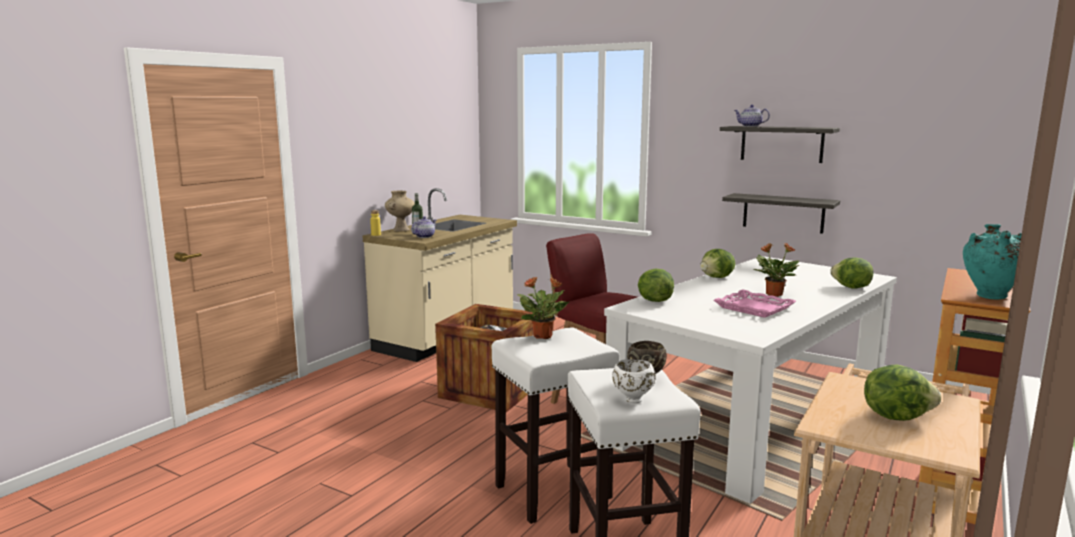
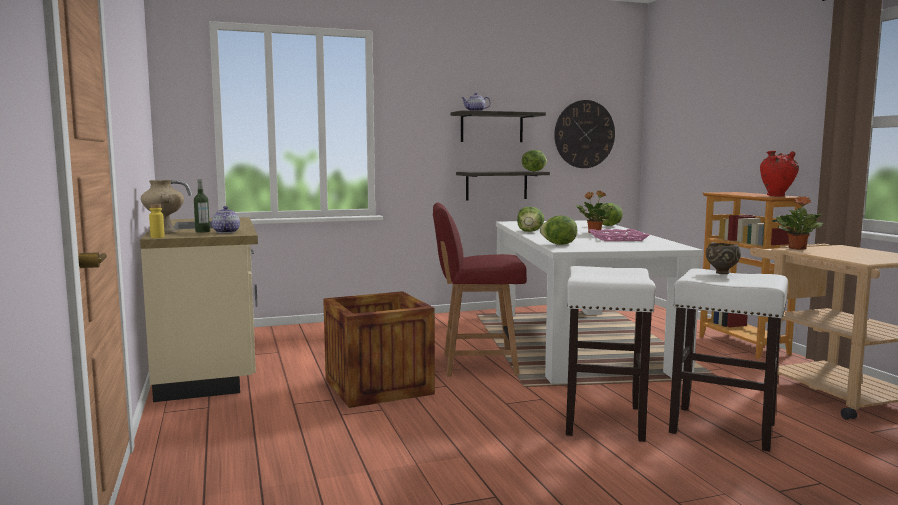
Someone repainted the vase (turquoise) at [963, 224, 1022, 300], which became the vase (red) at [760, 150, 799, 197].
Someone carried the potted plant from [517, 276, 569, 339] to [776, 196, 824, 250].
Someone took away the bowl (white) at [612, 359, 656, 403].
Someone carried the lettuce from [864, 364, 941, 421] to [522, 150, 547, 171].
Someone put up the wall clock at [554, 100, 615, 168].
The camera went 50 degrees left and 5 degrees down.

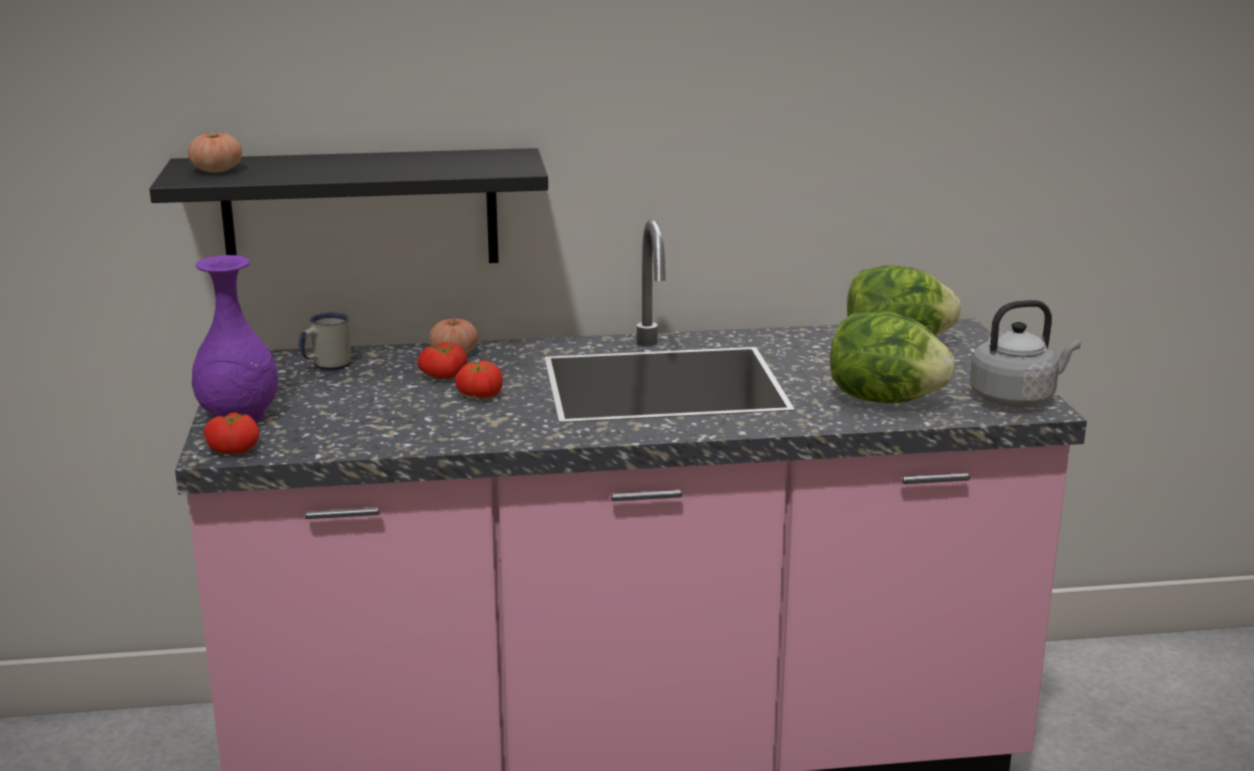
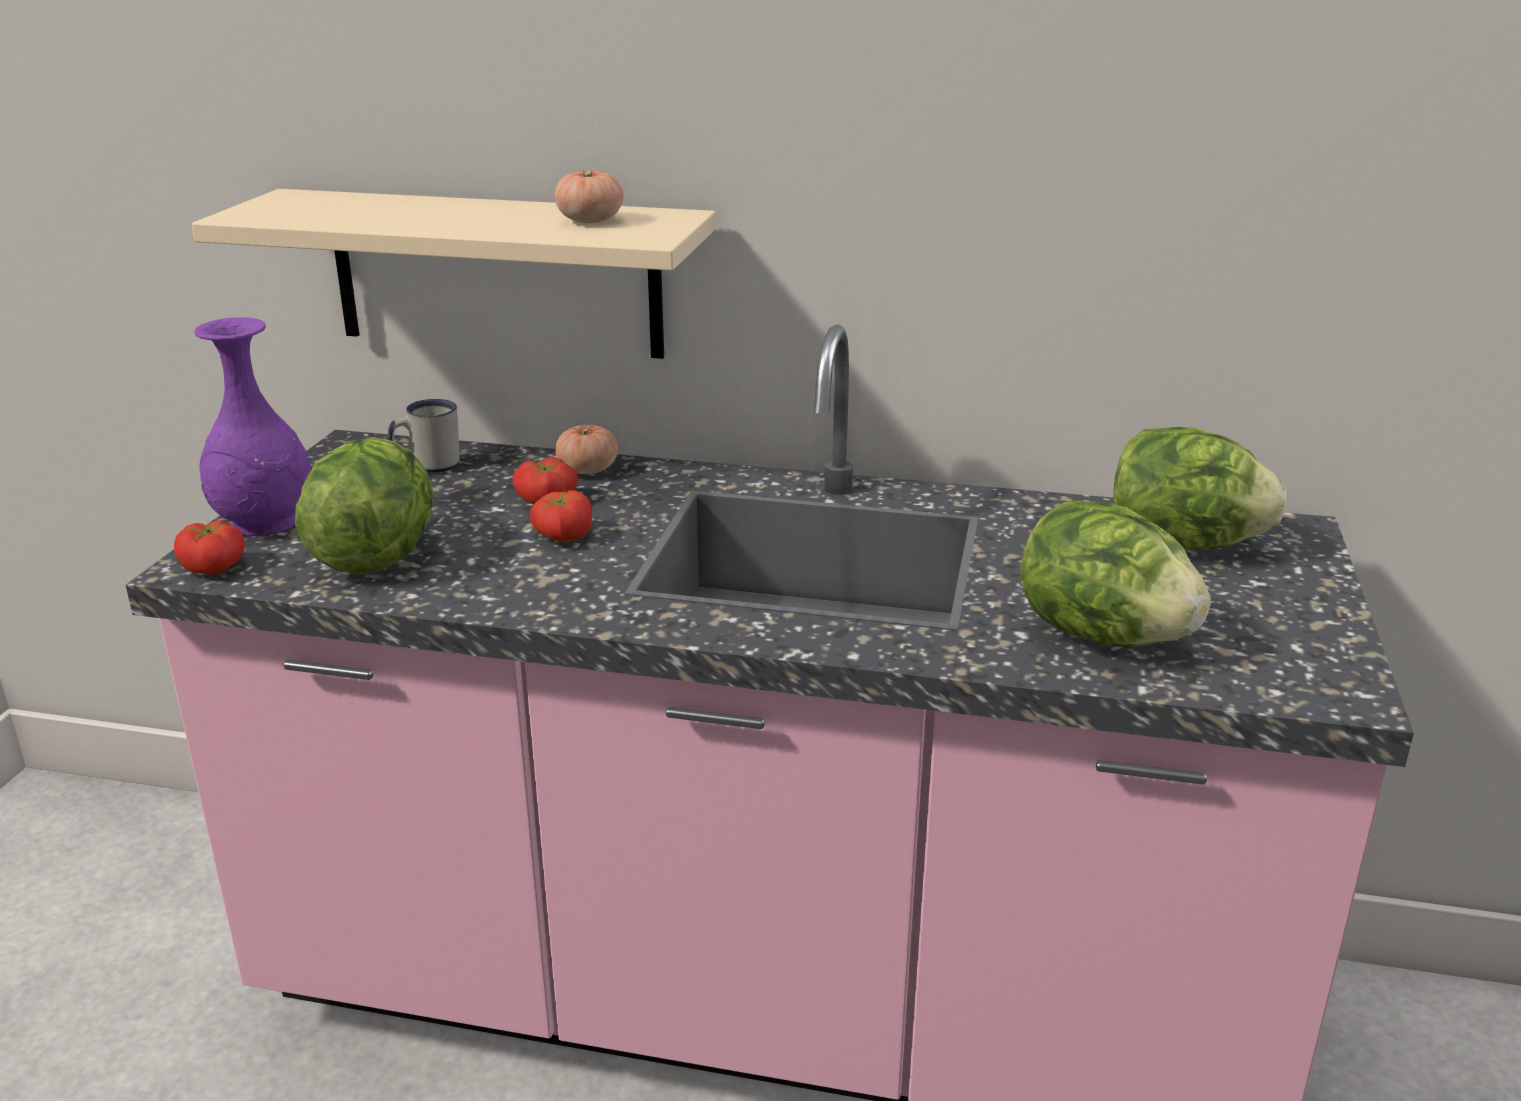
Someone carried the tomato from [188, 133, 242, 172] to [554, 169, 623, 223].
Someone repainted the shelf (black) at [149, 148, 548, 263], which became the shelf (beige) at [192, 189, 716, 359].
Someone took away the kettle (grey) at [970, 300, 1081, 407].
Someone put down the lettuce at [295, 437, 433, 575].
The camera went 20 degrees right and 5 degrees up.

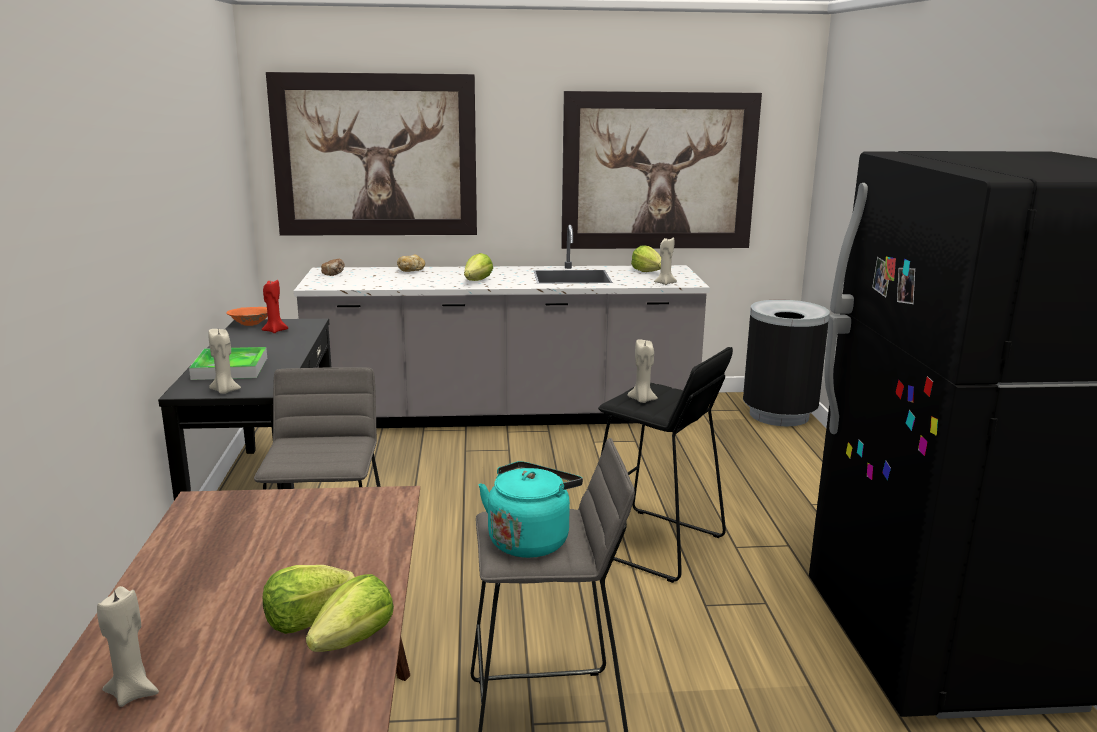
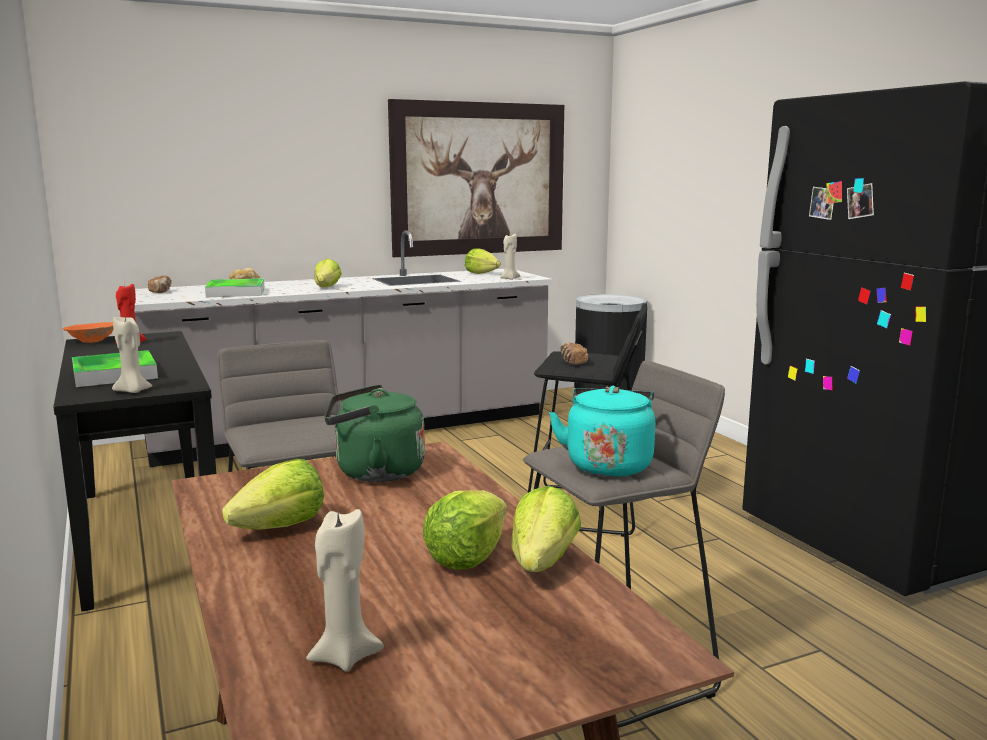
Someone took away the picture at [266, 72, 477, 236].
Someone swapped the candle (beige) at [627, 339, 658, 403] for the bread at [561, 343, 588, 365].
Someone put down the tray at [205, 278, 265, 297].
Someone put down the kettle (green) at [324, 384, 425, 482].
Someone put down the lettuce at [222, 459, 324, 530].
The camera went 20 degrees left and 5 degrees down.

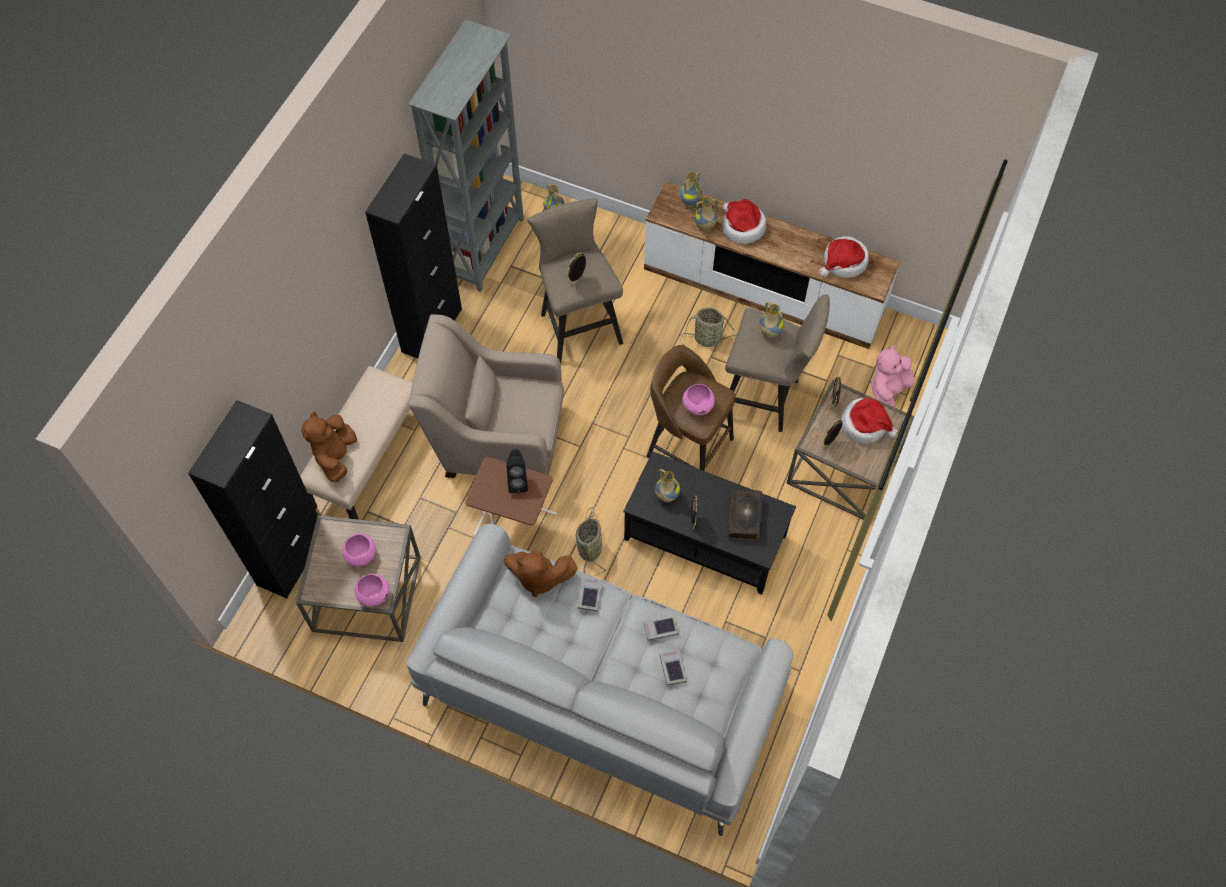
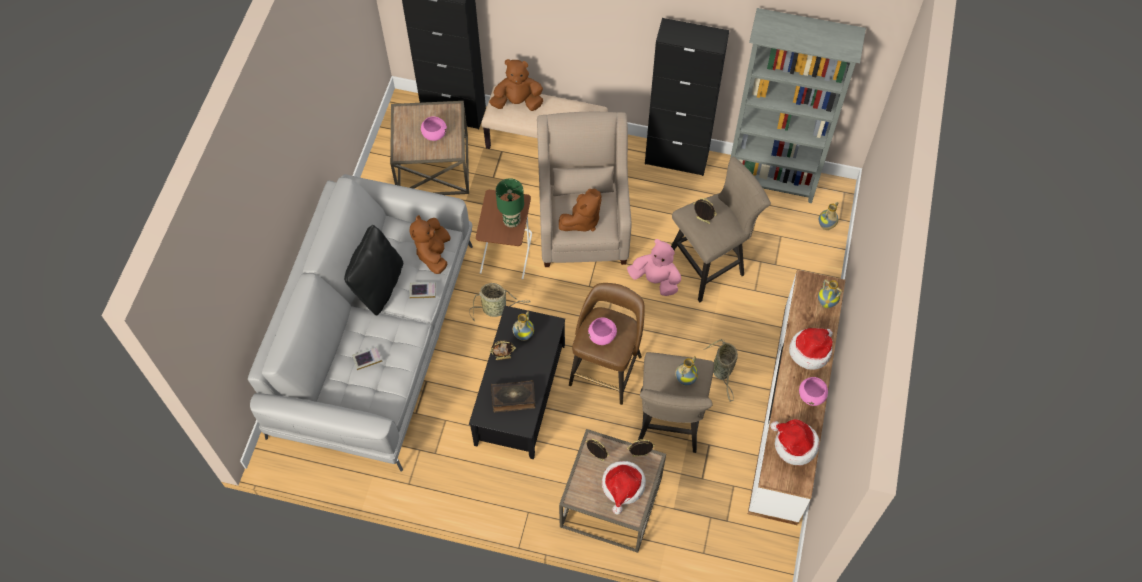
Someone took away the vase at [694, 197, 718, 232].
Someone carried the plush toy (pink) from [871, 345, 914, 407] to [627, 239, 681, 296].
Someone swapped the speaker (black) at [506, 449, 528, 494] for the table lamp (green) at [496, 178, 524, 227].
Someone carried the bowl (pink) from [355, 574, 390, 607] to [799, 377, 828, 406].
Someone took away the book at [643, 615, 679, 641].
Someone put down the plush toy (brown) at [559, 189, 602, 232].
Someone put down the pillow (black) at [344, 225, 403, 315].
The camera went 80 degrees right and 0 degrees up.

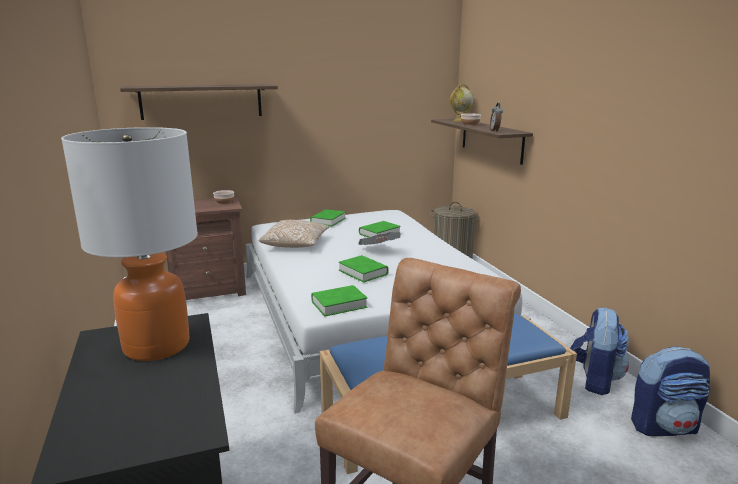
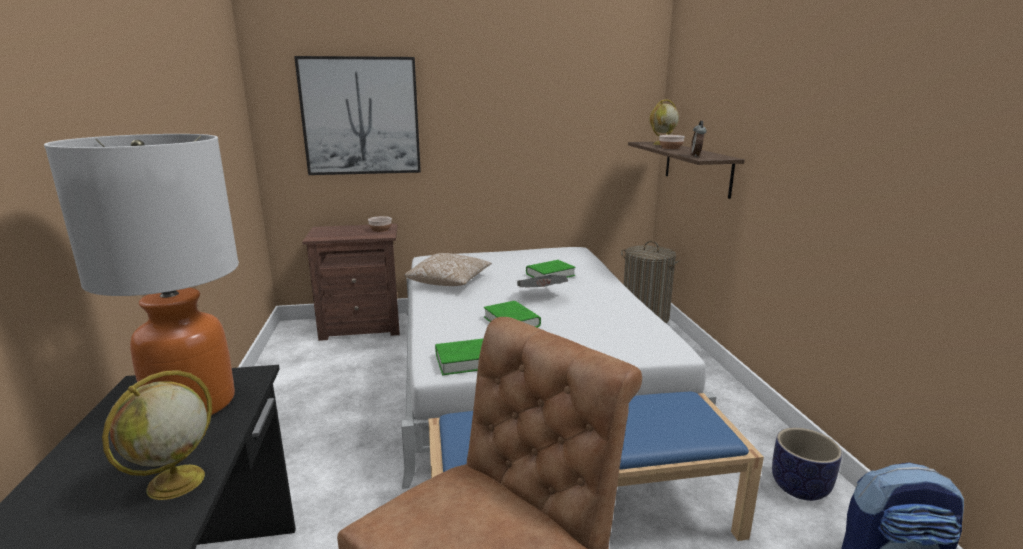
Someone swapped the shelf at [120, 84, 278, 120] for the picture at [294, 56, 421, 175].
Someone took away the book (green) at [310, 209, 346, 226].
Someone swapped the backpack at [570, 307, 629, 395] for the planter at [772, 428, 842, 501].
Someone put down the globe at [102, 370, 212, 500].
The camera went 10 degrees right and 0 degrees up.

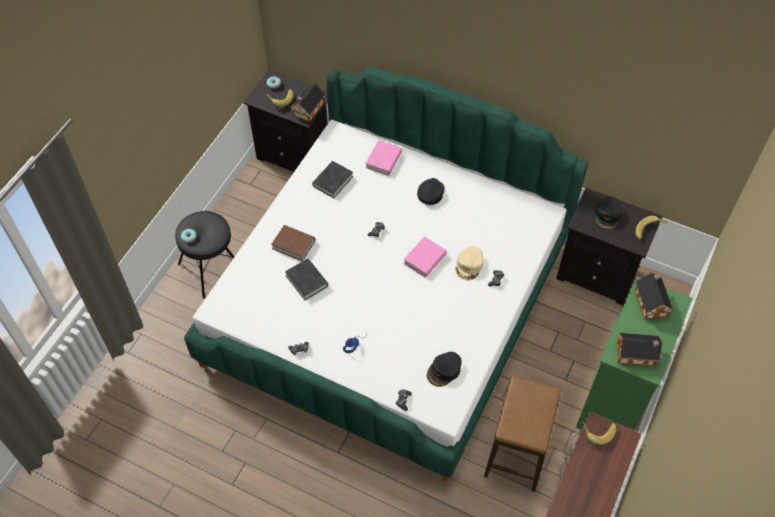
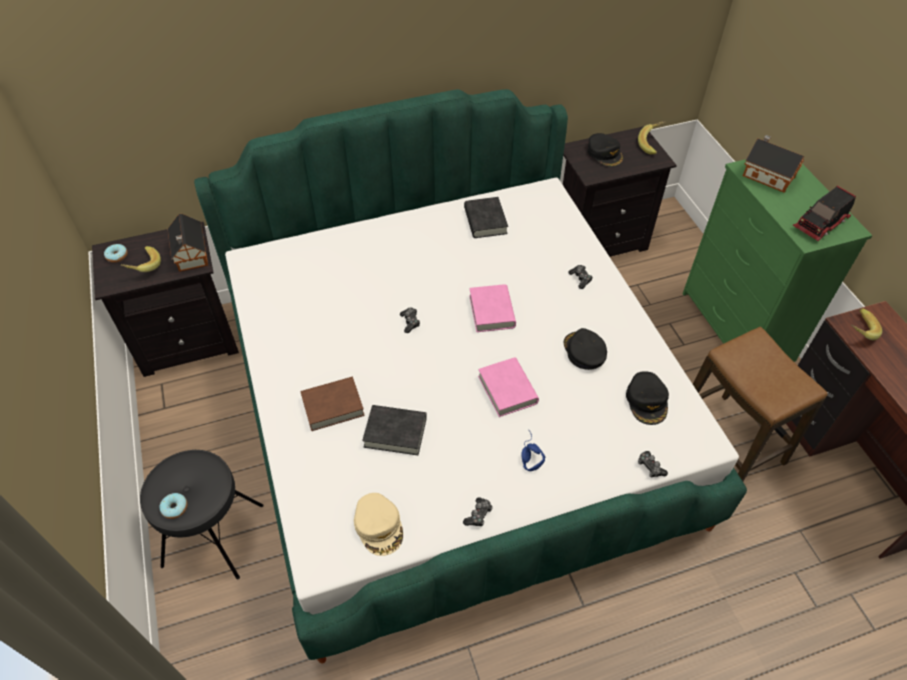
Someone carried the book (pink) from [365, 140, 402, 176] to [478, 357, 539, 417].
Someone carried the book (black) from [312, 161, 353, 198] to [464, 197, 508, 238].
Someone carried the cap (black) from [417, 178, 445, 205] to [564, 328, 607, 370].
Someone carried the cap (beige) from [455, 246, 484, 281] to [354, 493, 403, 556].
Someone swapped the toy house at [617, 333, 662, 366] for the toy truck at [793, 185, 856, 241].
The camera went 45 degrees left and 5 degrees down.

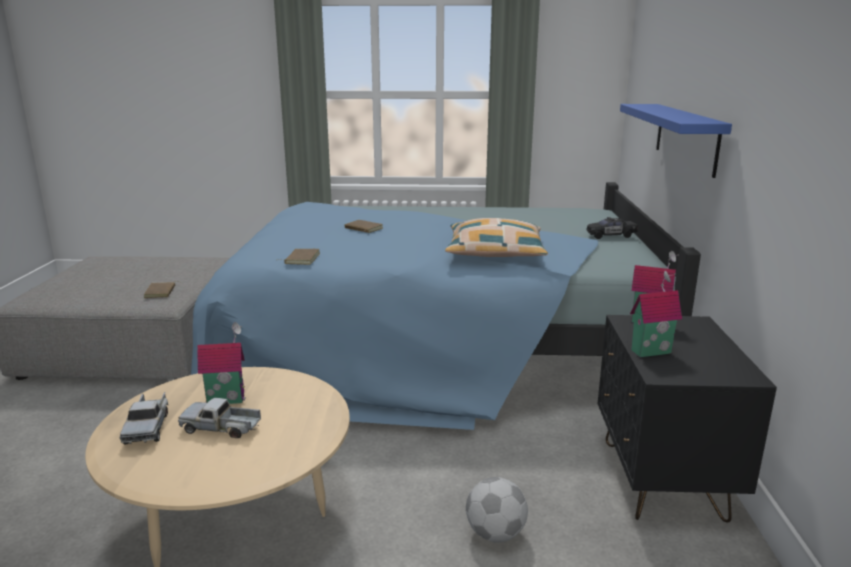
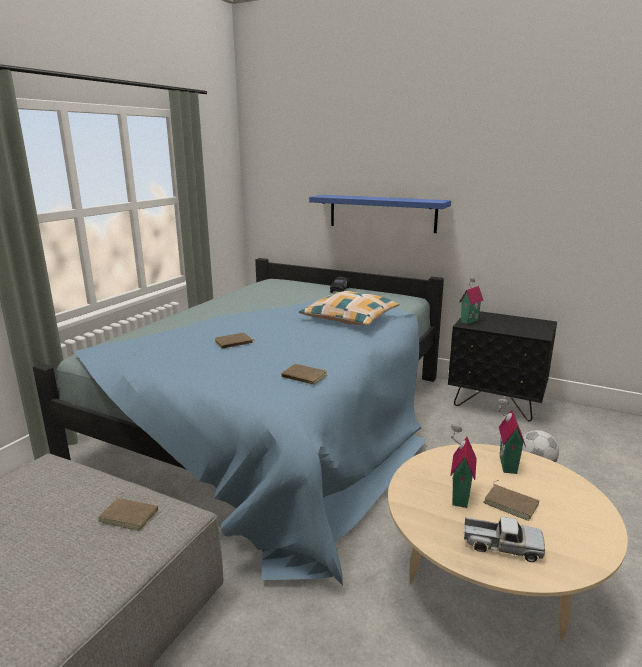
Someone carried the toy house from [630, 270, 682, 357] to [498, 398, 526, 474].
Someone swapped the toy truck at [178, 398, 261, 438] for the book (brown) at [483, 480, 539, 521].
The camera went 65 degrees left and 0 degrees up.

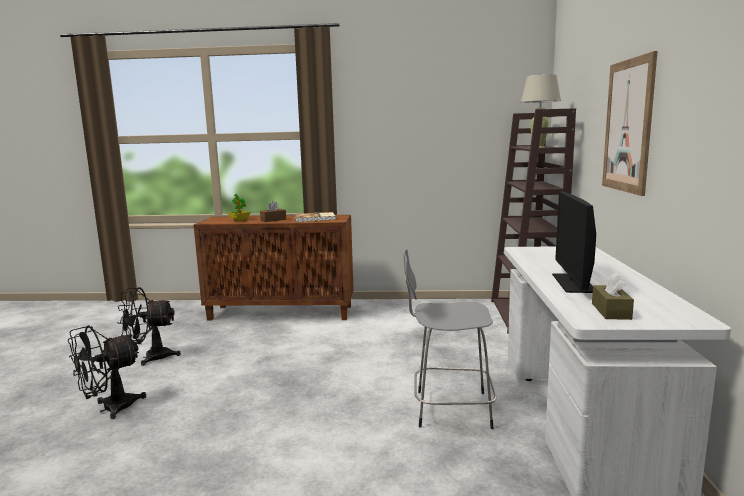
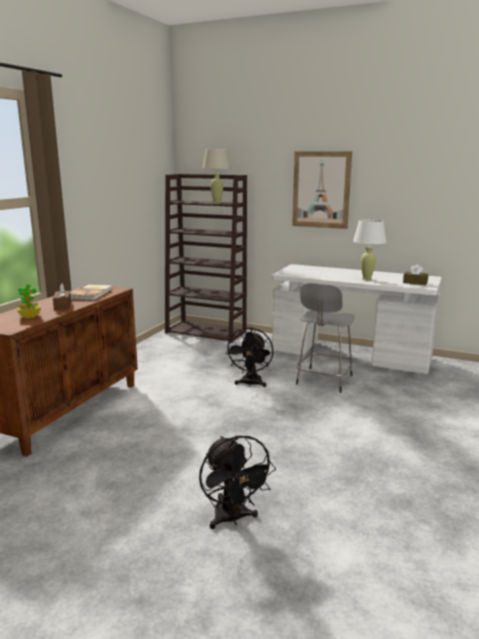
Someone swapped the monitor at [552, 192, 596, 293] for the table lamp (white) at [353, 219, 387, 280].
Someone carried the fan (black) from [118, 287, 181, 366] to [226, 327, 273, 387].
The camera went 70 degrees left and 5 degrees up.

